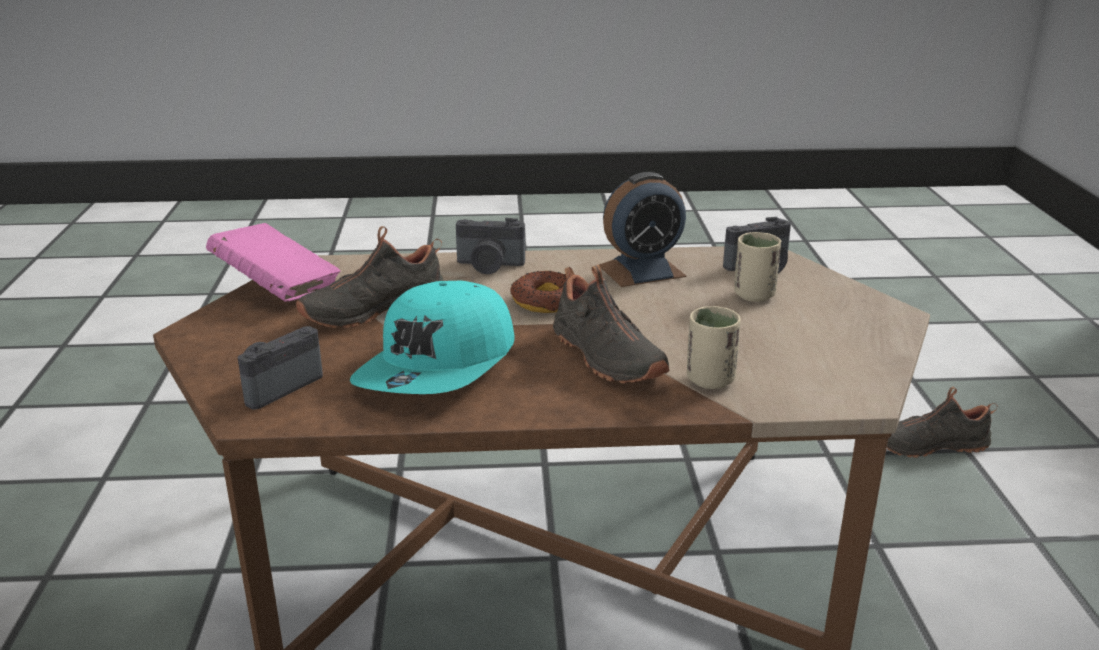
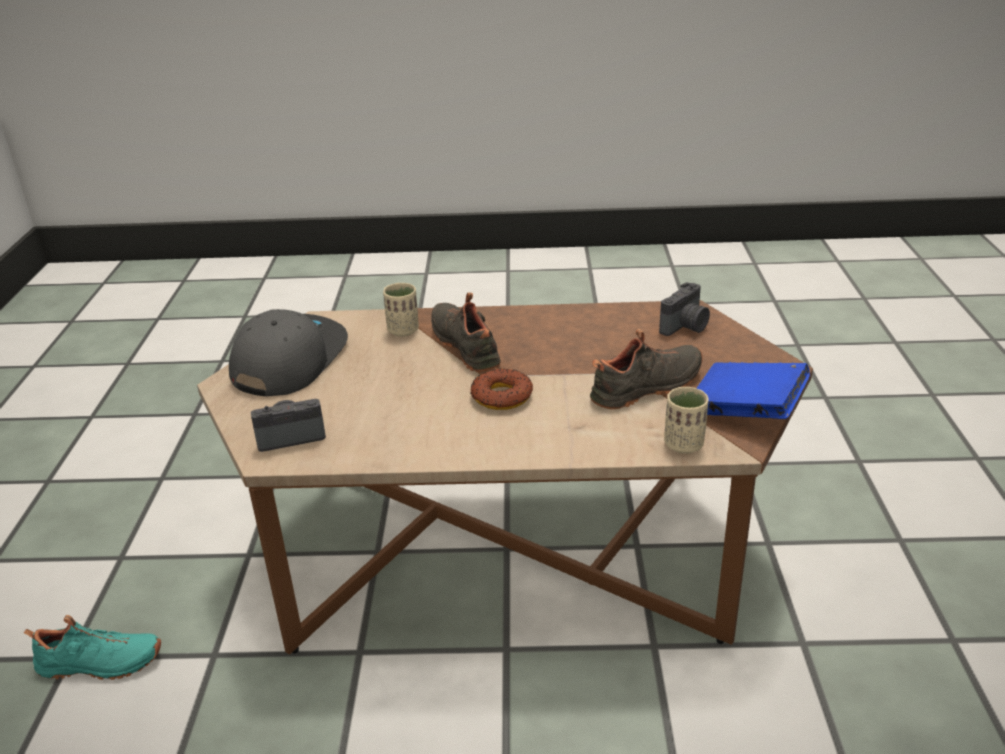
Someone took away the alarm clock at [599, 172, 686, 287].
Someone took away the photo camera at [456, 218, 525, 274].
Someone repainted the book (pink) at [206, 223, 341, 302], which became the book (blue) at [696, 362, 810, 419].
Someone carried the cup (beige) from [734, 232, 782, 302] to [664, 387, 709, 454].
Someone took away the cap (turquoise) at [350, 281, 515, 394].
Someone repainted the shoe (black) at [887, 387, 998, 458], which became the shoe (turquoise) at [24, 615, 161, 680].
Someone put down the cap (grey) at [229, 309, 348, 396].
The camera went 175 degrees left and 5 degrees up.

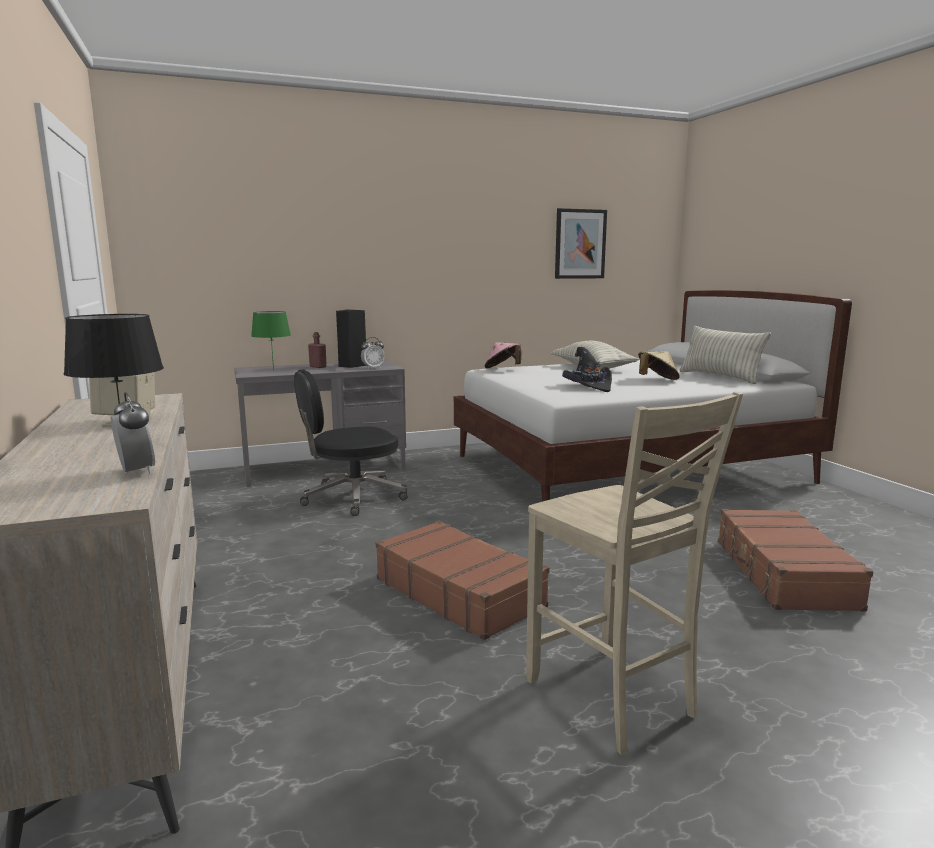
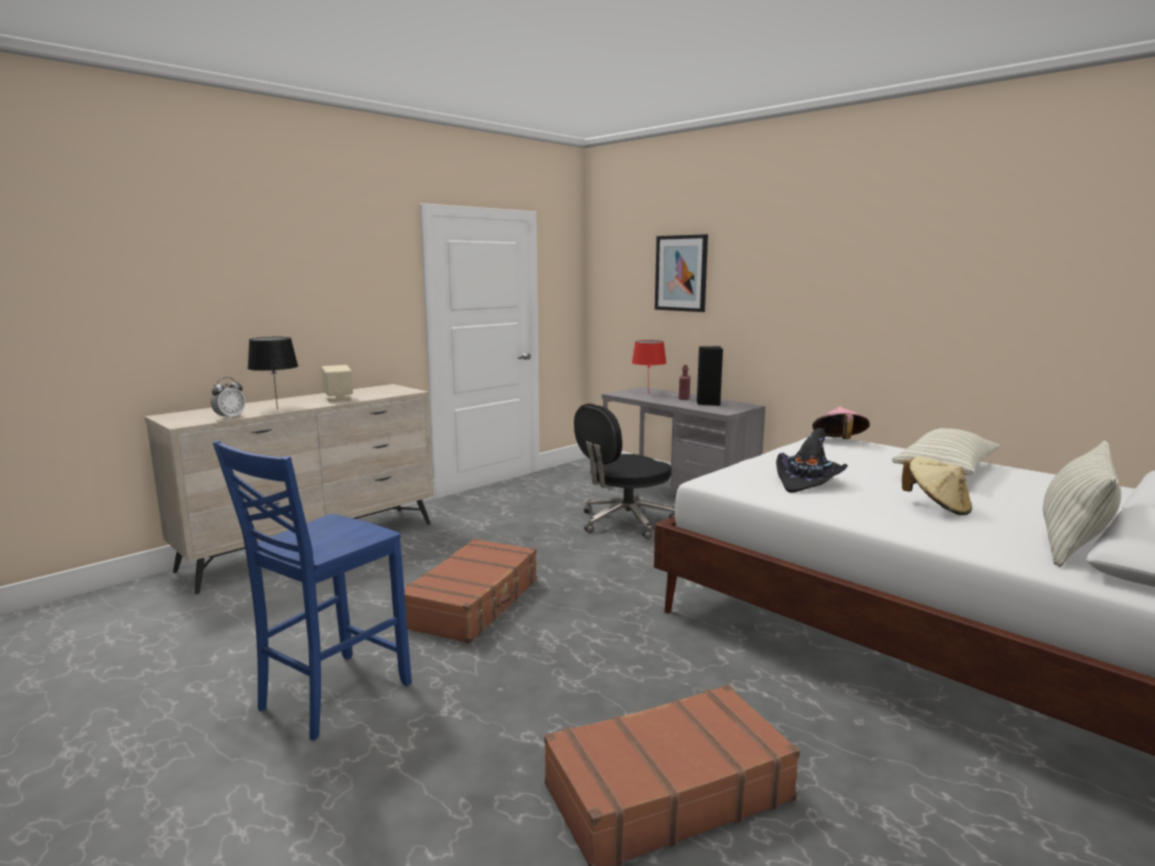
Someone carried the picture from [555, 208, 607, 279] to [655, 234, 708, 312].
Someone repainted the table lamp (green) at [251, 311, 291, 370], which became the table lamp (red) at [632, 340, 666, 394].
Someone took away the alarm clock at [361, 337, 385, 369].
Someone rotated the office chair (black) at [294, 369, 408, 516] by 75 degrees counterclockwise.
Someone repainted the chair (beige) at [526, 392, 743, 755], which became the chair (blue) at [213, 440, 412, 741].
The camera went 65 degrees right and 0 degrees up.

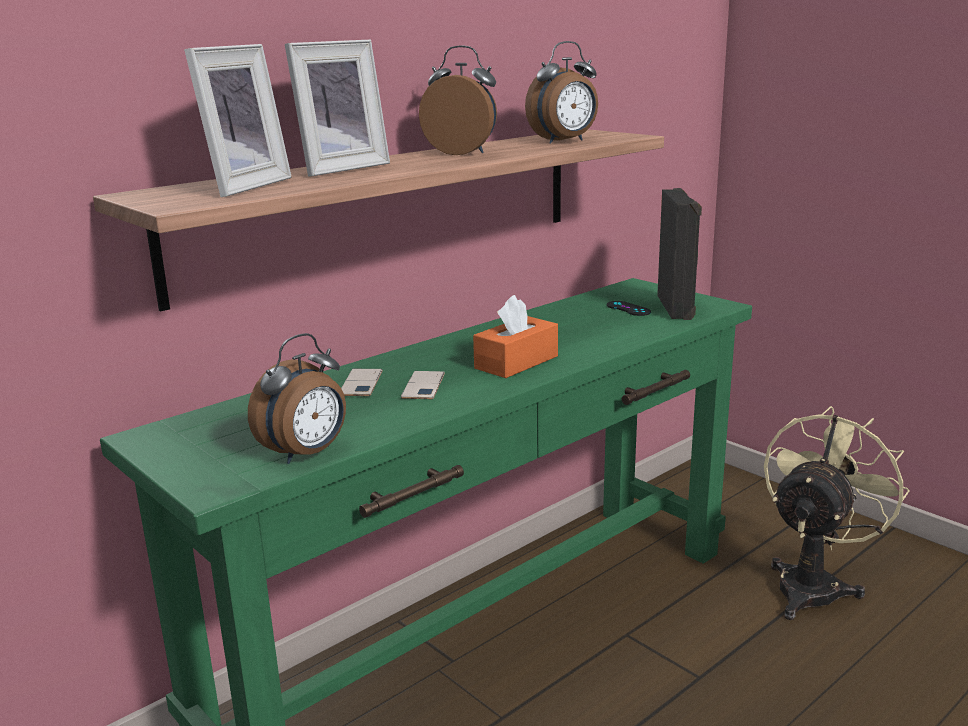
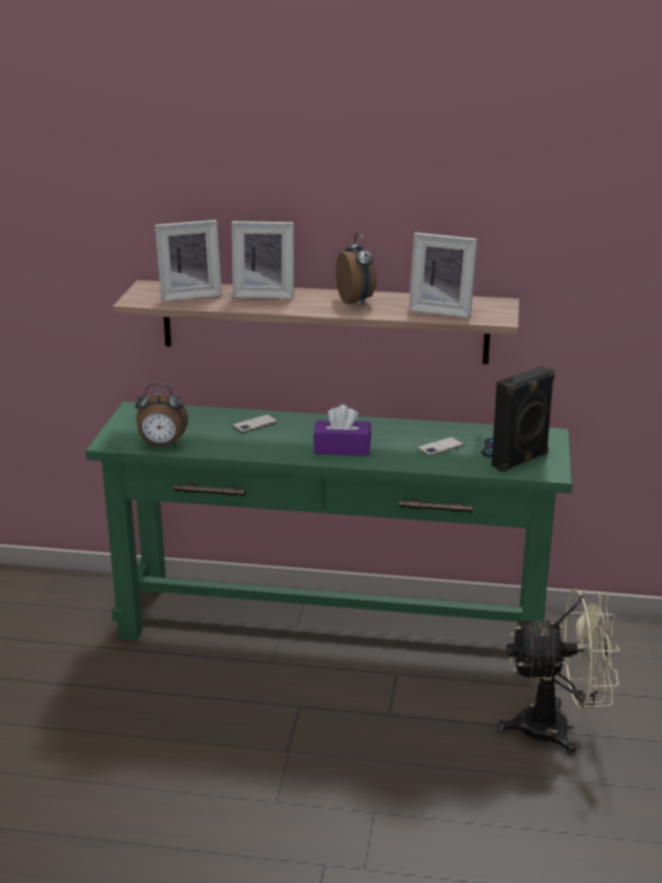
Someone swapped the alarm clock at [525, 41, 598, 144] for the picture frame at [409, 232, 478, 318].
Someone repainted the tissue box (orange) at [473, 295, 558, 378], which became the tissue box (purple) at [313, 405, 371, 456].
Someone carried the phone from [401, 371, 445, 399] to [417, 437, 465, 456].
The camera went 50 degrees right and 5 degrees up.

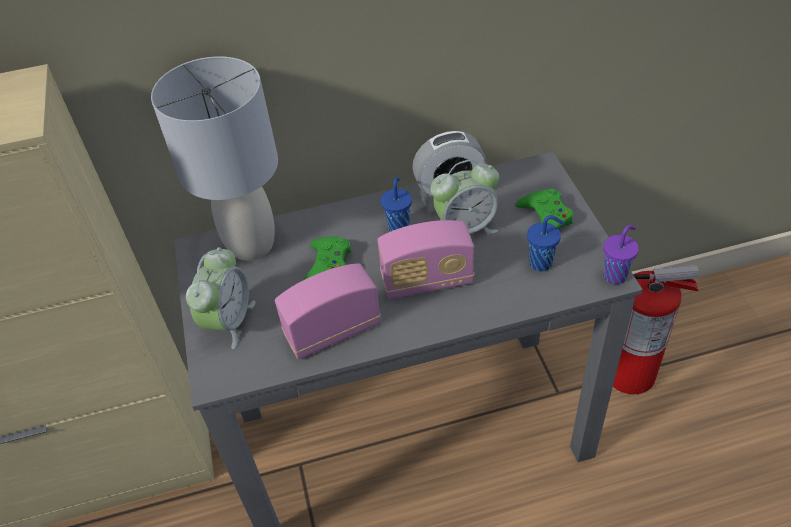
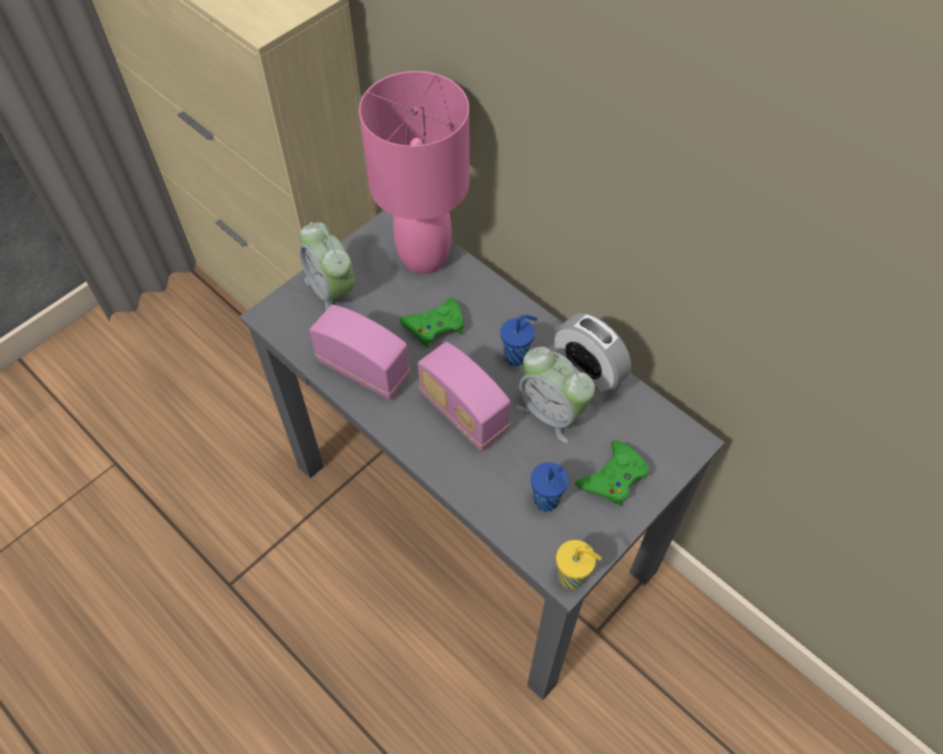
Someone repainted the table lamp (grey) at [151, 56, 278, 261], which became the table lamp (pink) at [359, 71, 469, 274].
Someone repainted the cup (purple) at [603, 225, 639, 284], which became the cup (yellow) at [556, 540, 602, 589].
Someone rotated the alarm clock at [186, 247, 255, 349] by 75 degrees clockwise.
Someone took away the fire extinguisher at [613, 265, 700, 394].
The camera went 55 degrees right and 10 degrees up.

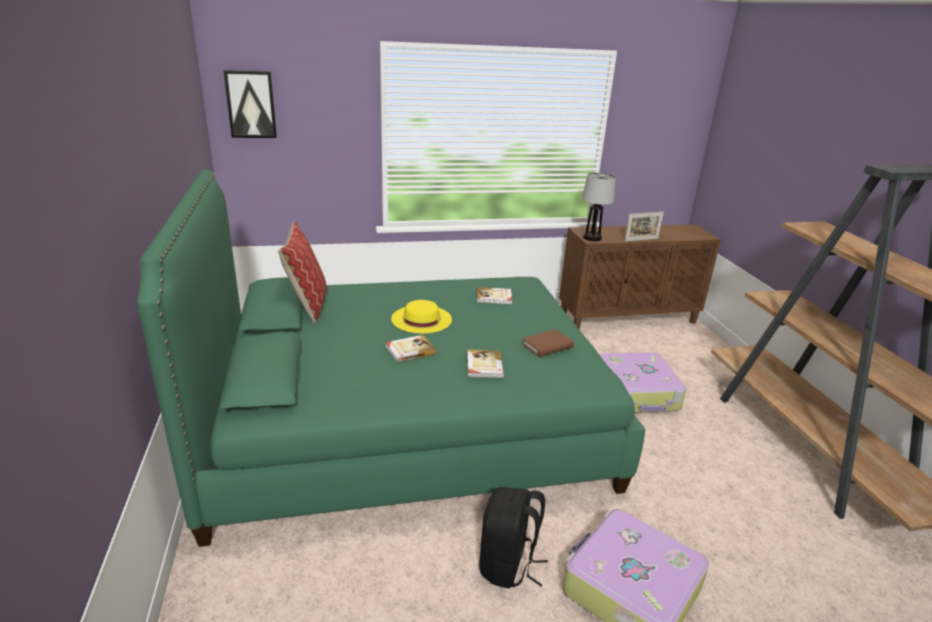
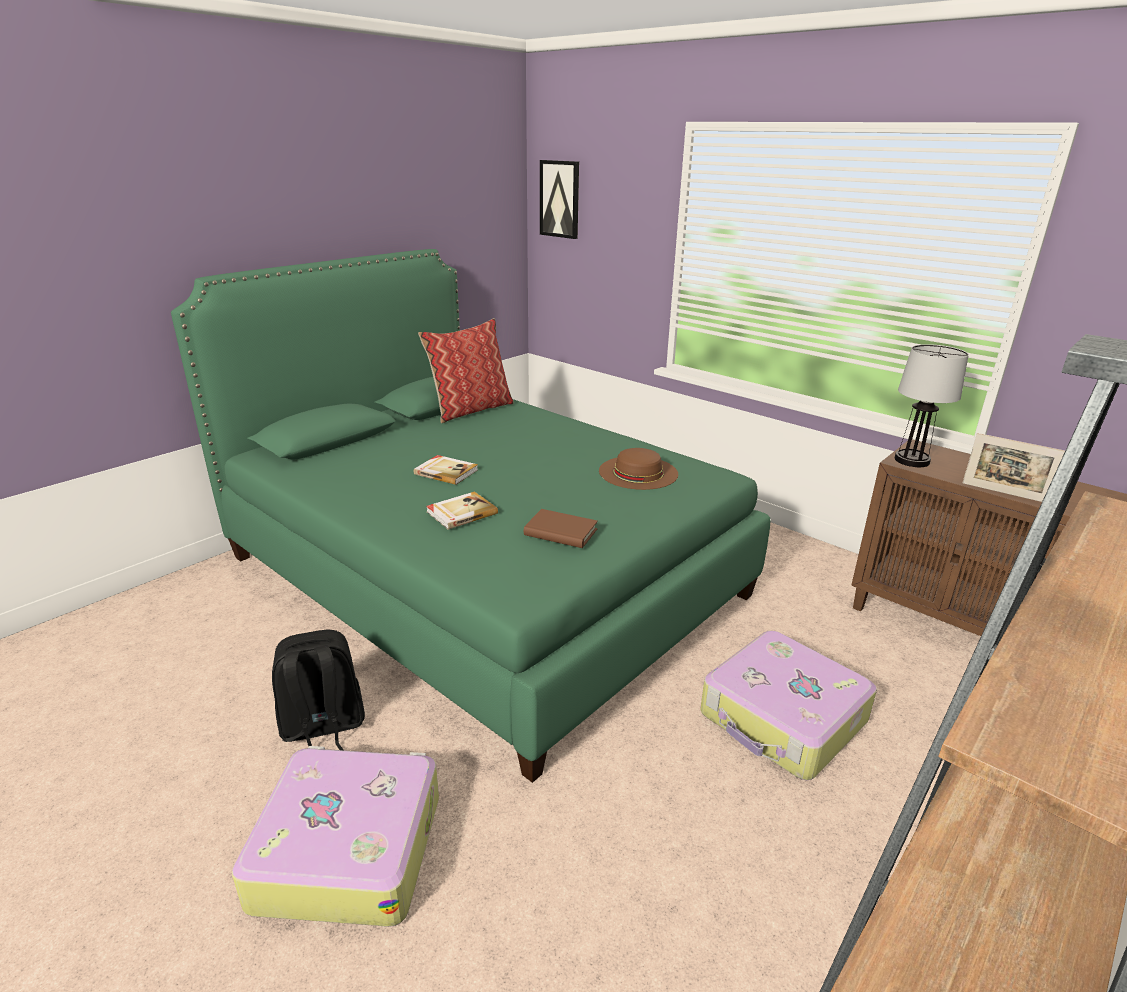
Someone swapped the book at [477, 287, 512, 304] for the hat (brown) at [599, 448, 678, 490].
Someone took away the hat (yellow) at [391, 300, 452, 333].
The camera went 55 degrees right and 0 degrees up.

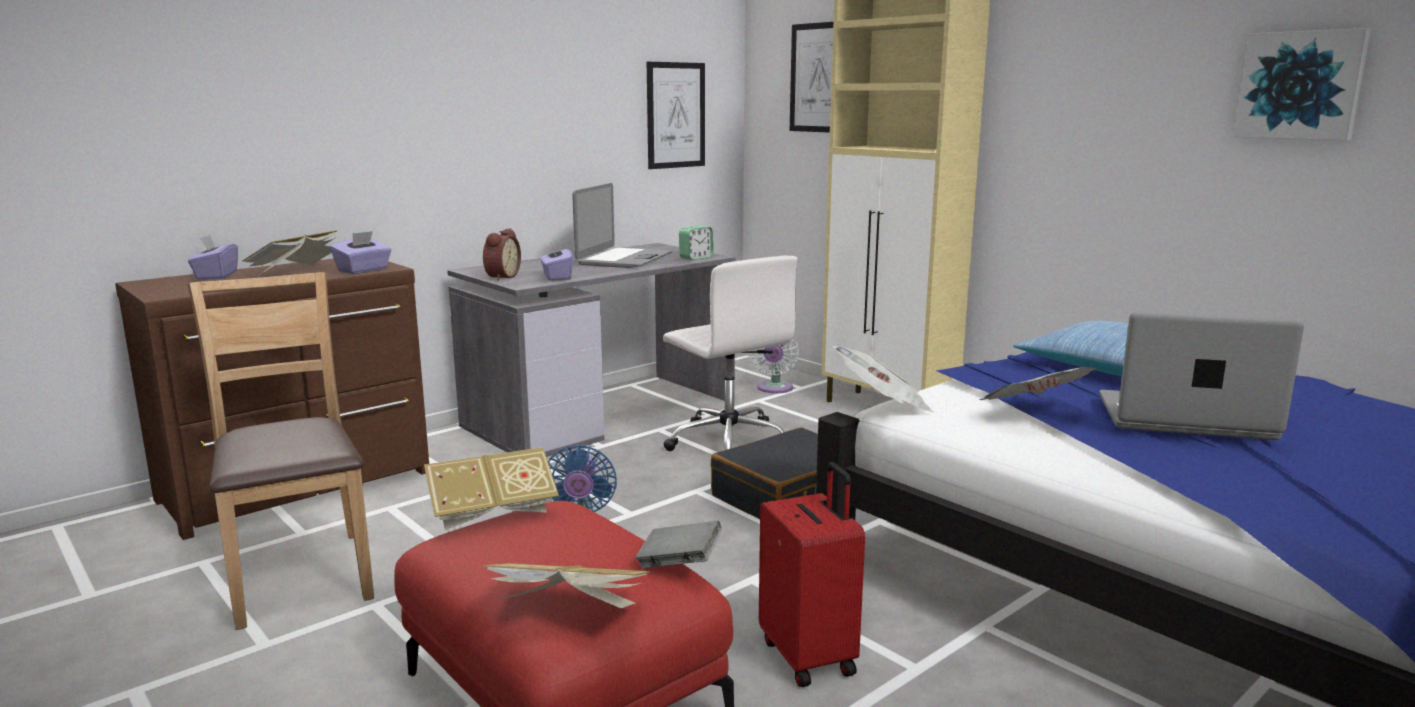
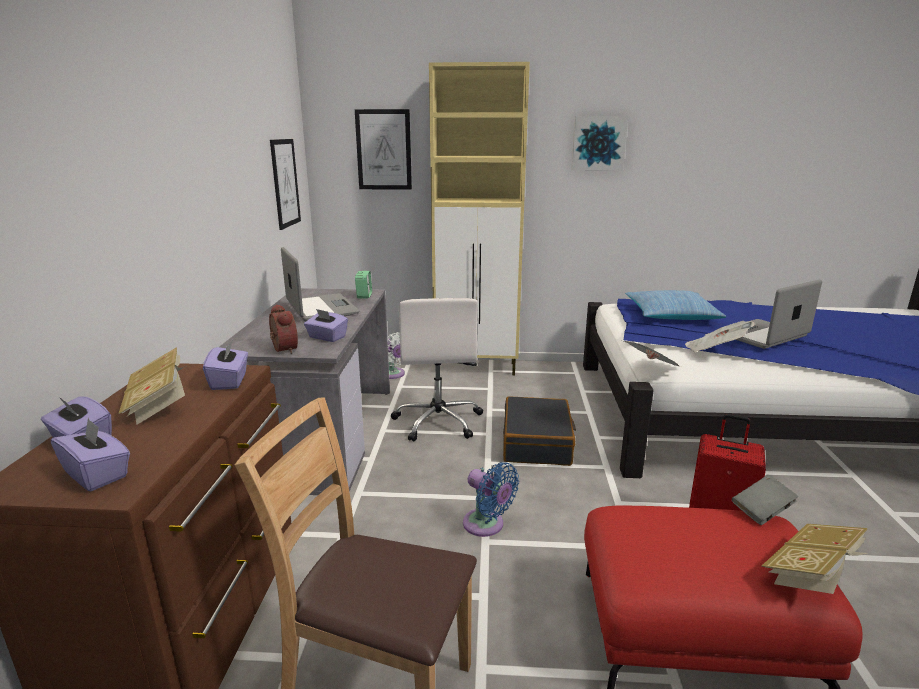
Someone carried the picture from [1234, 28, 1371, 140] to [571, 116, 628, 171].
Someone rotated the office chair (white) at [663, 256, 797, 451] by 75 degrees clockwise.
Someone took away the book at [424, 447, 559, 530].
Someone put down the tissue box (purple) at [51, 418, 130, 491].
The camera went 45 degrees left and 5 degrees up.

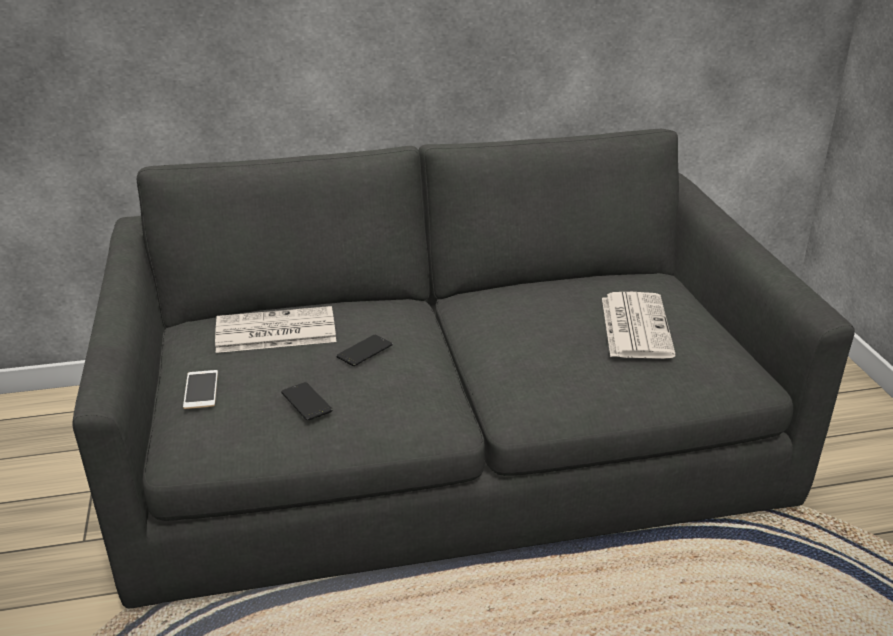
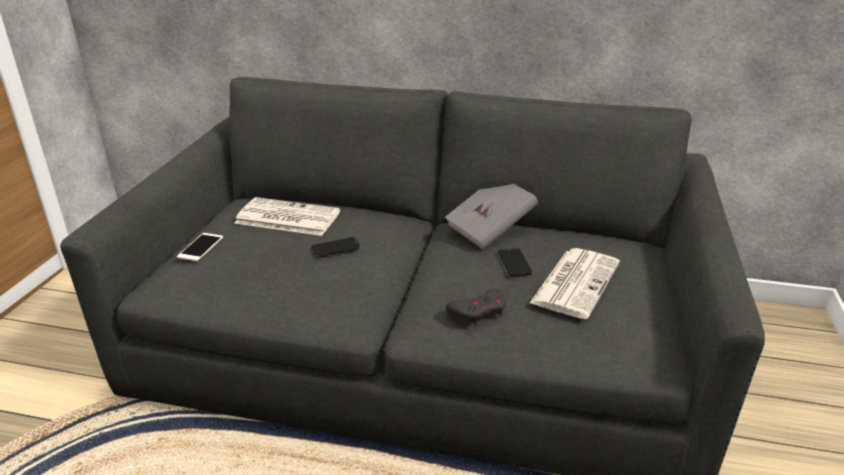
Someone carried the phone from [281, 382, 332, 421] to [498, 248, 533, 277].
Someone put down the book (grey) at [445, 184, 538, 249].
Someone put down the game controller (grey) at [446, 289, 506, 324].
The camera went 25 degrees right and 0 degrees up.

